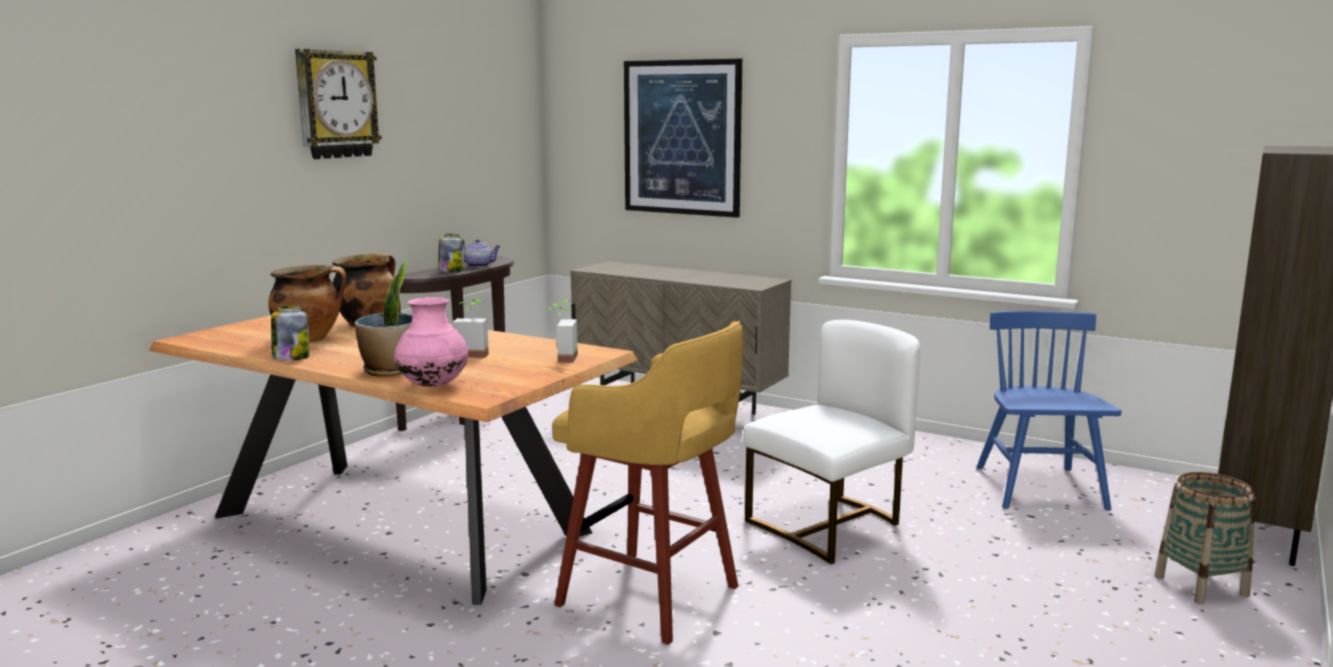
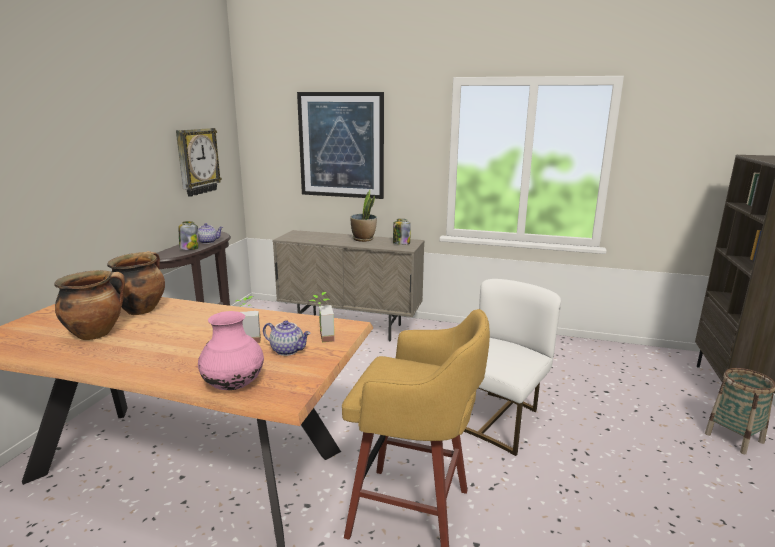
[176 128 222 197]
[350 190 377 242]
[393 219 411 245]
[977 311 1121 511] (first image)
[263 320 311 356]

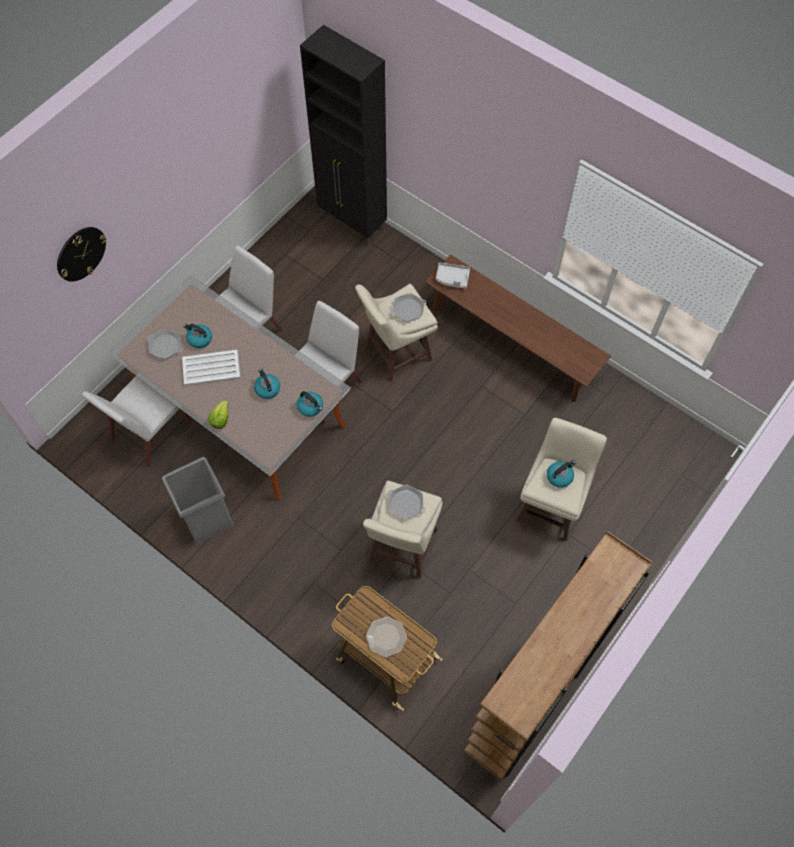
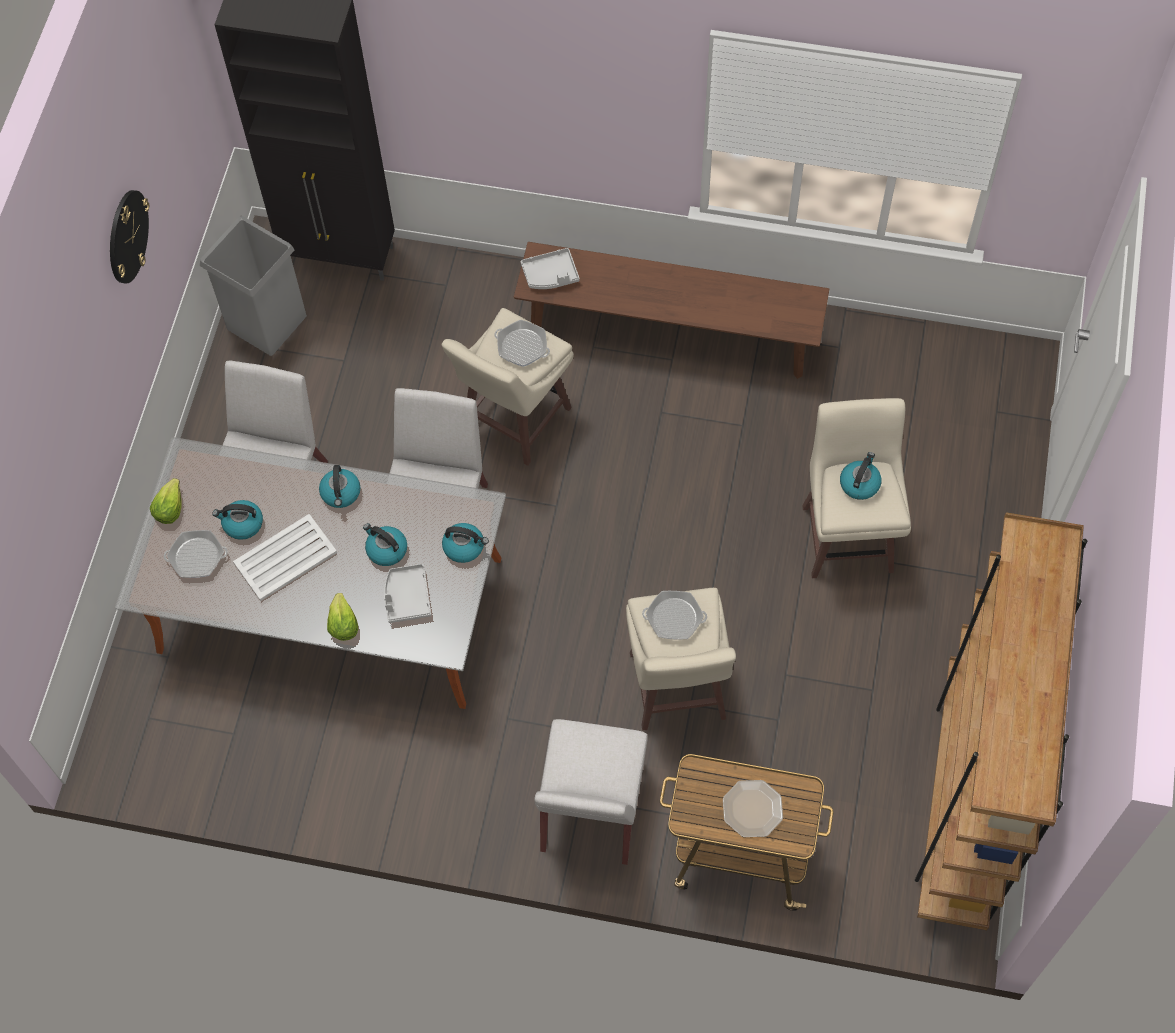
[110 190 149 284]
[494 320 550 367]
[534 719 648 865]
[200 216 307 356]
[319 465 361 508]
[150 478 182 524]
[384 564 431 623]

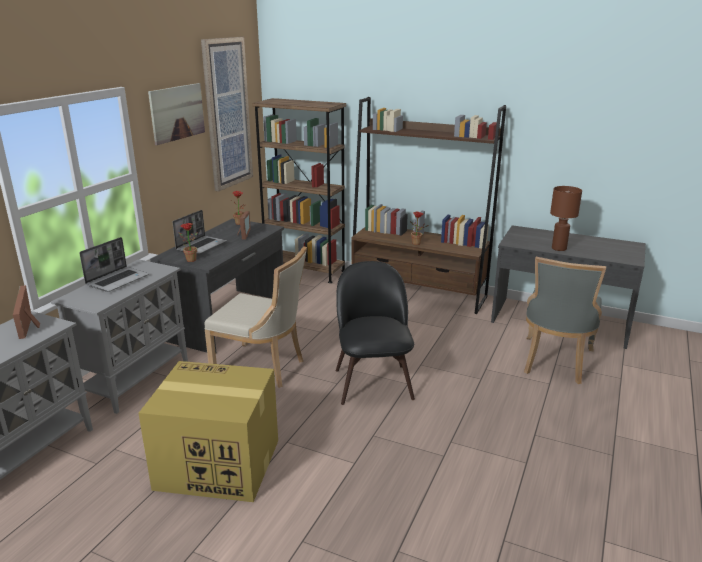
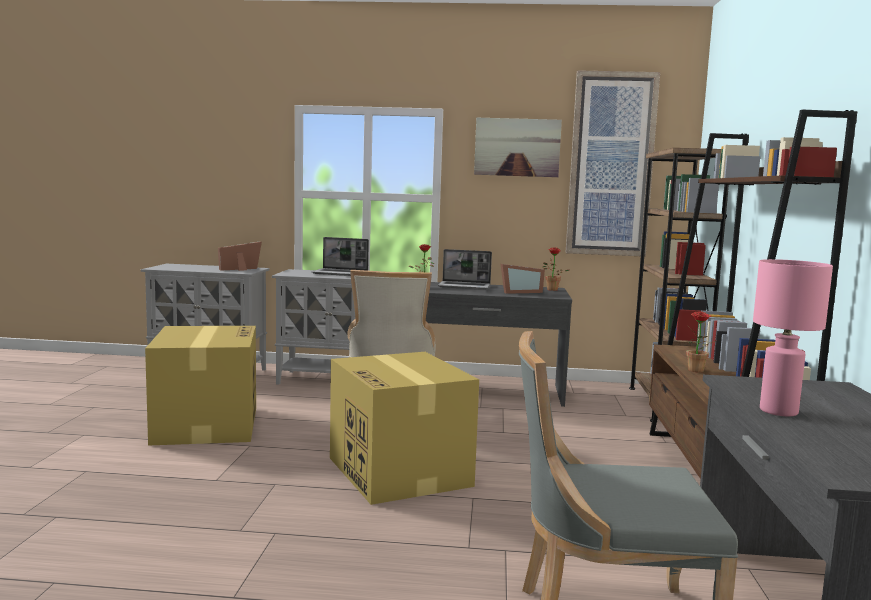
[753 259 833 416]
[330 352 479 505]

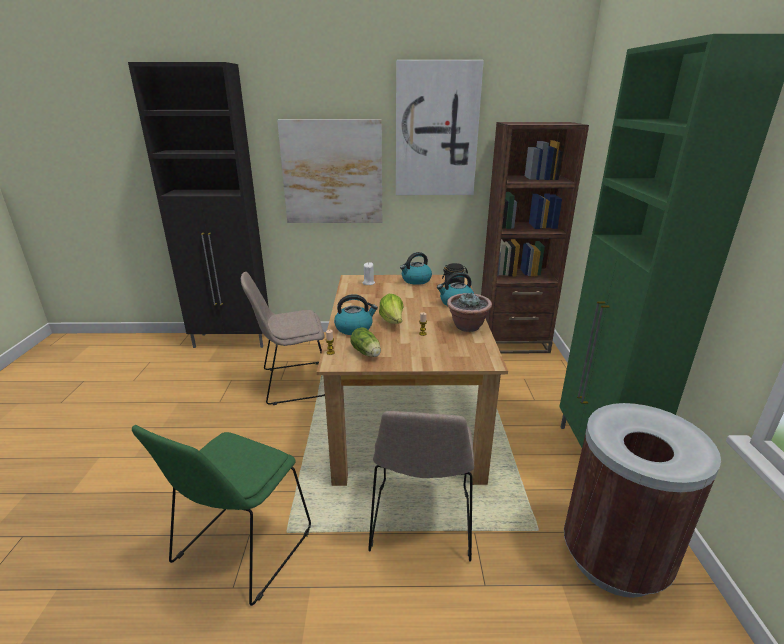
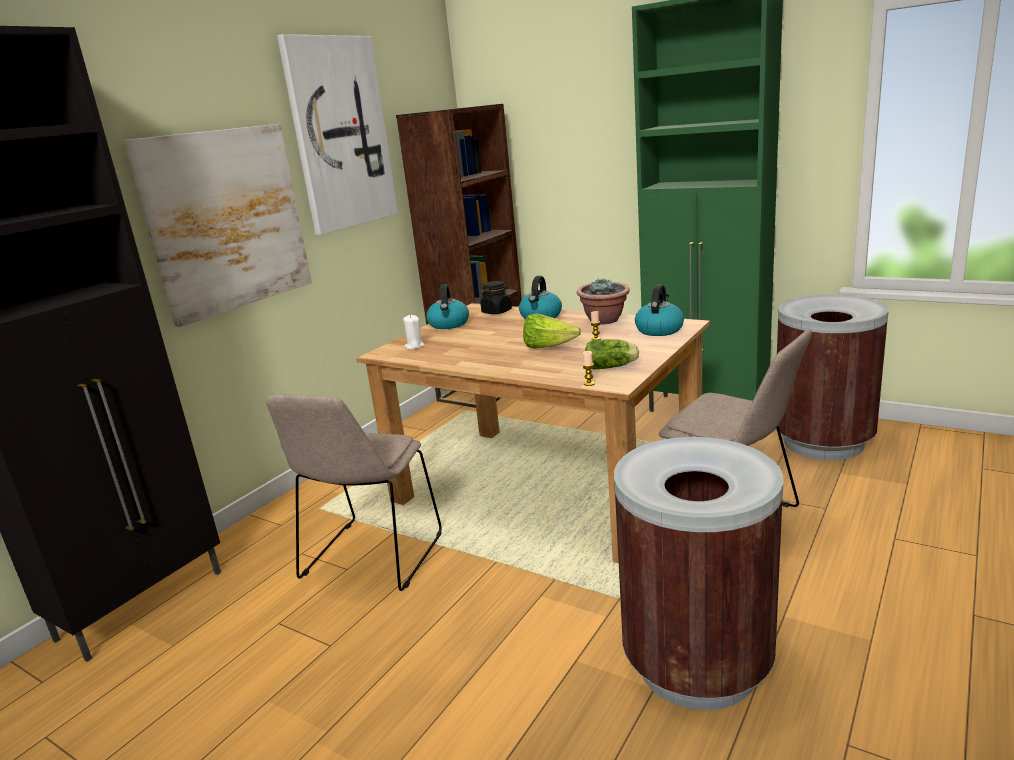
[635 285 684 336]
[614 437 783 710]

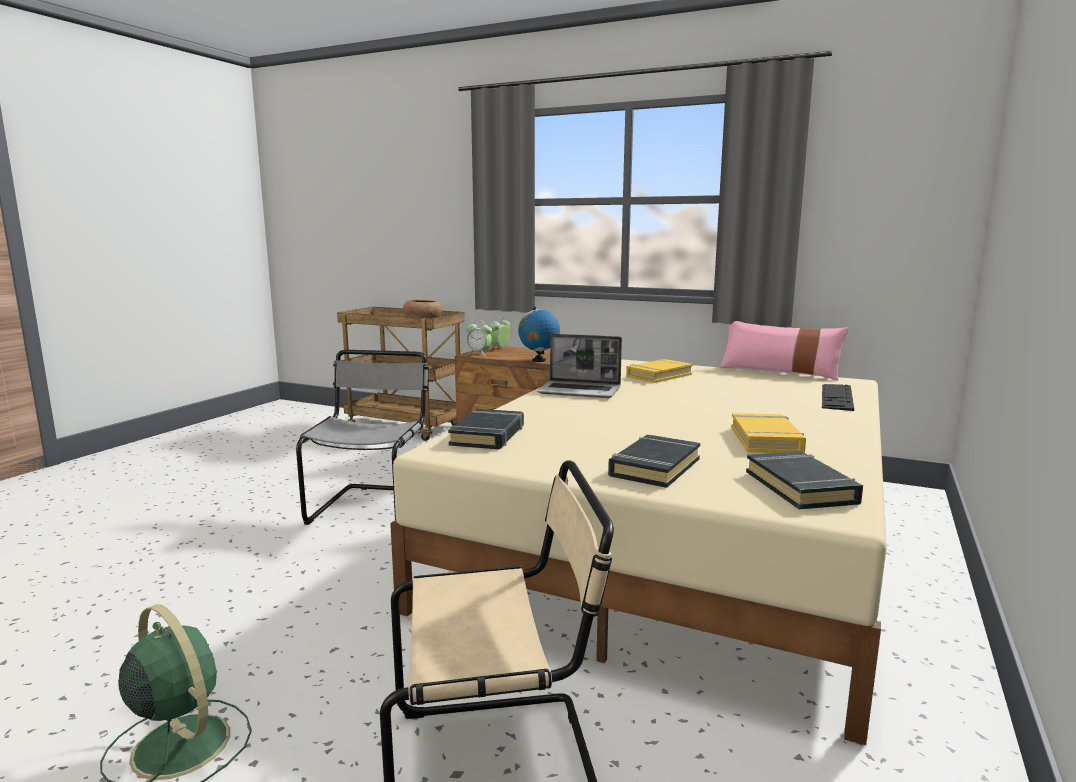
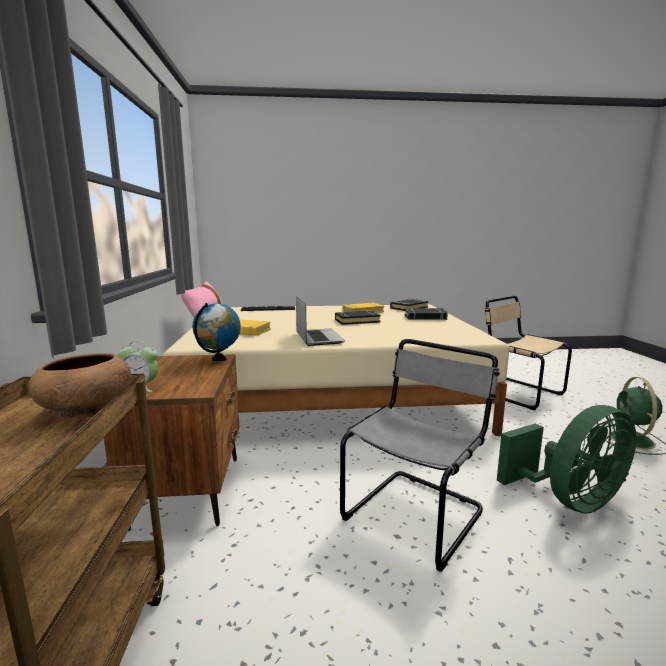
[466 320 492 356] (first image)
[340 339 500 572]
[335 311 381 325]
[497 405 636 514]

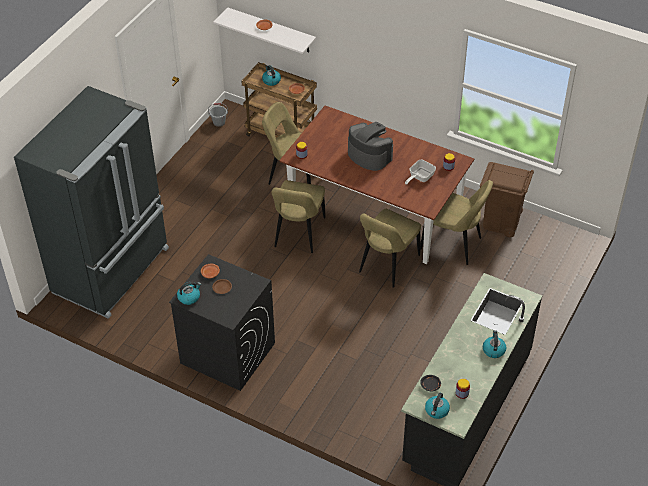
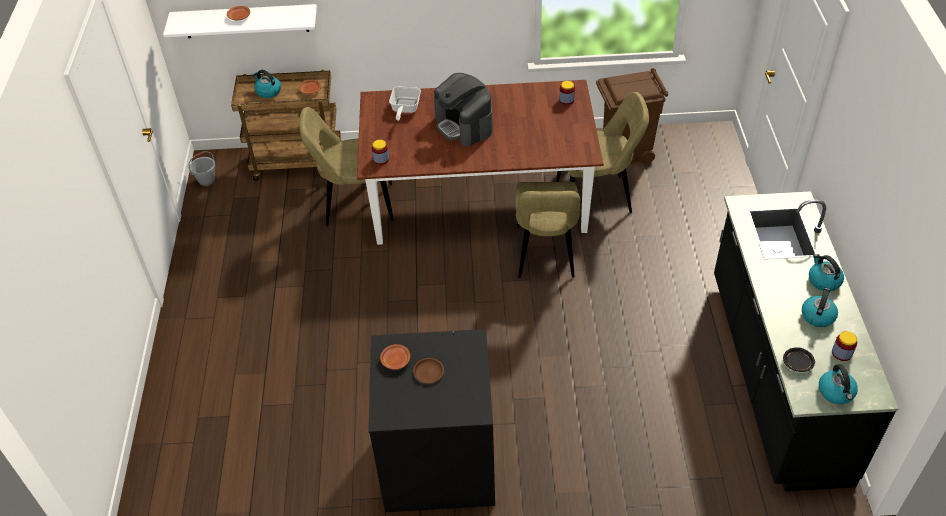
[14 86 169 319] (first image)
[434 73 493 147]
[389 87 421 121]
[271 180 325 253] (first image)
[802 288 838 327]

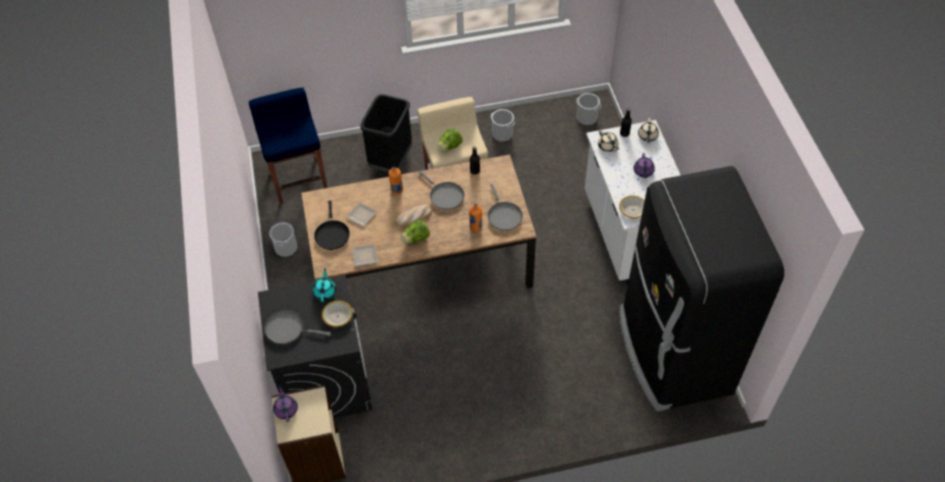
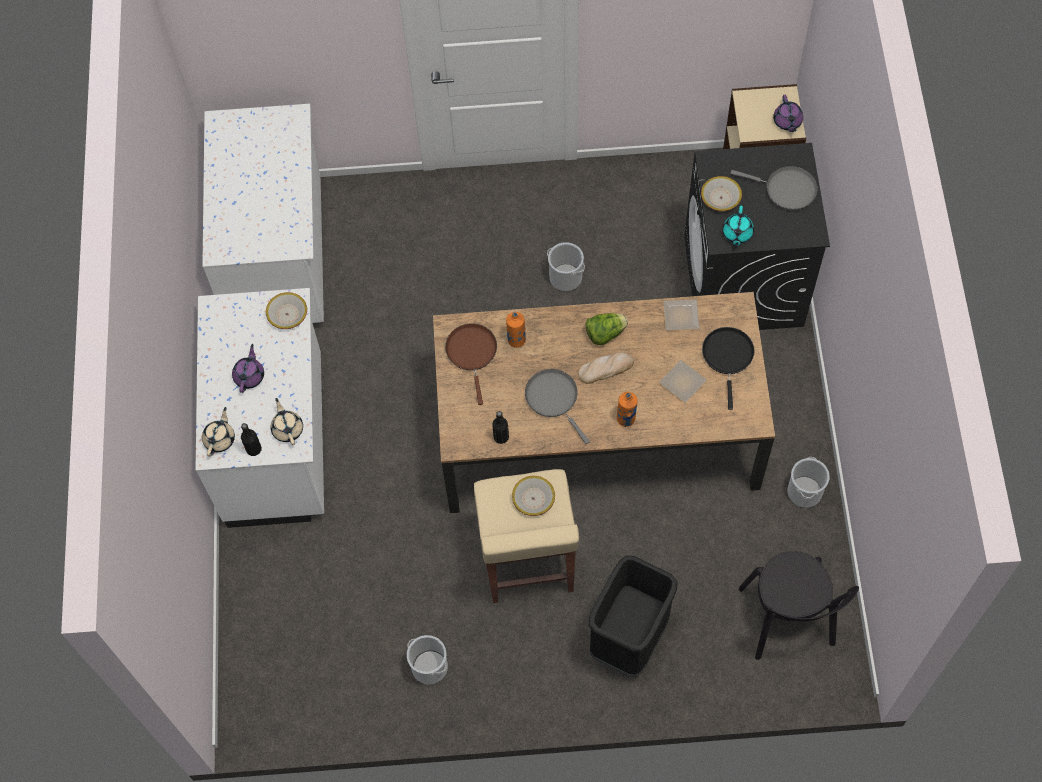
[739 551 859 660]
[547 242 585 291]
[512 476 555 516]
[202 104 324 323]
[445 323 497 405]

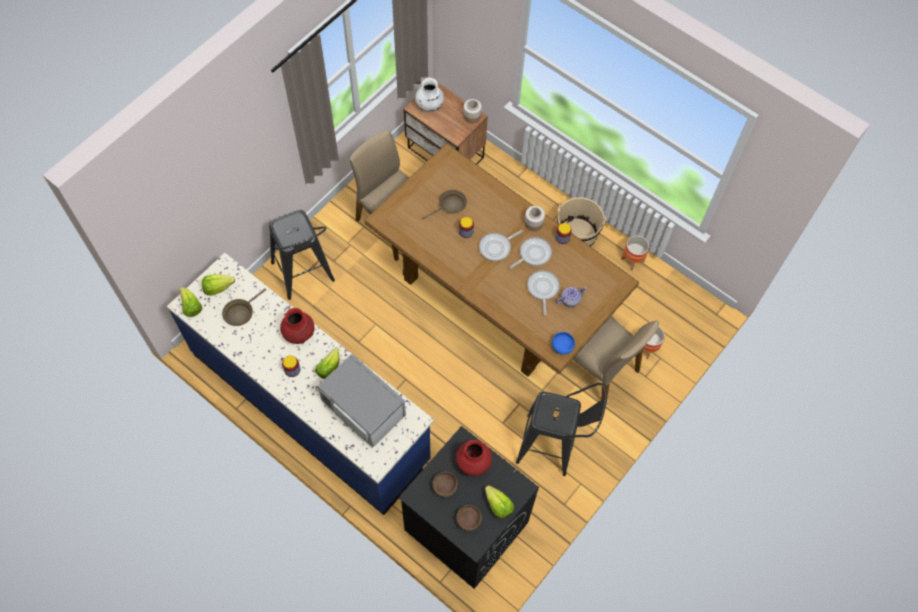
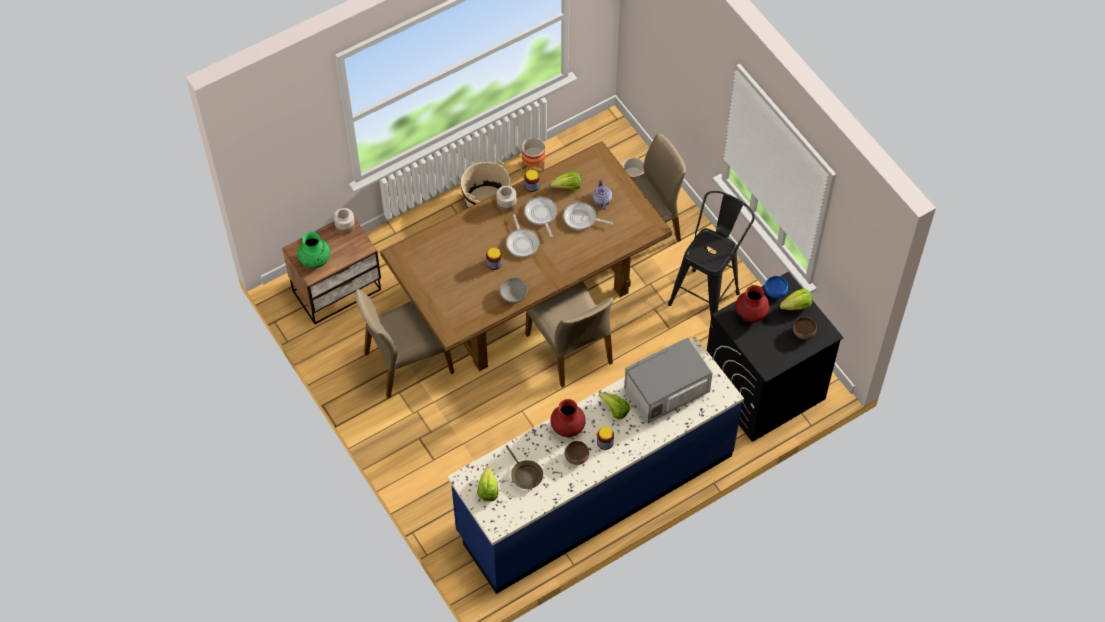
[297 232 330 268]
[422 190 467 220] (first image)
[269 210 335 300] (first image)
[549 172 581 190]
[765 276 788 298]
[565 441 589 465]
[499 278 528 303]
[525 282 613 387]

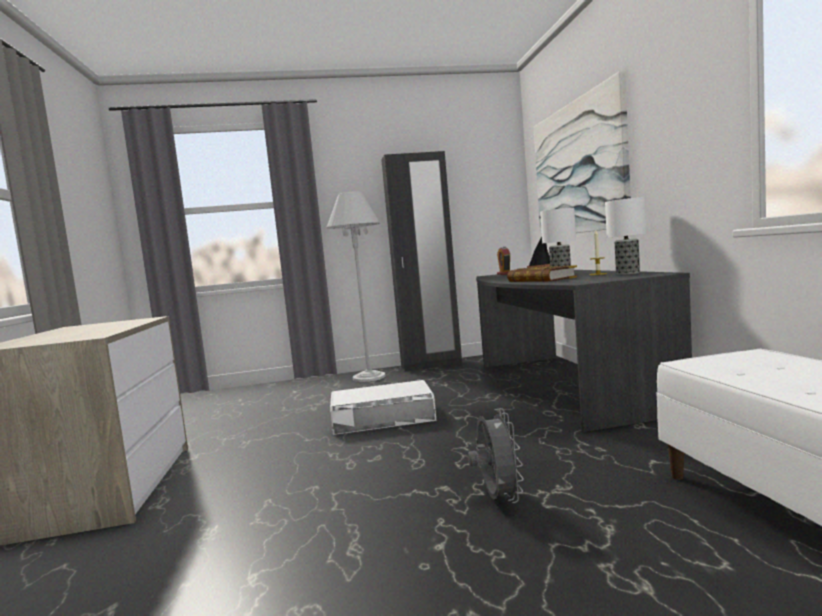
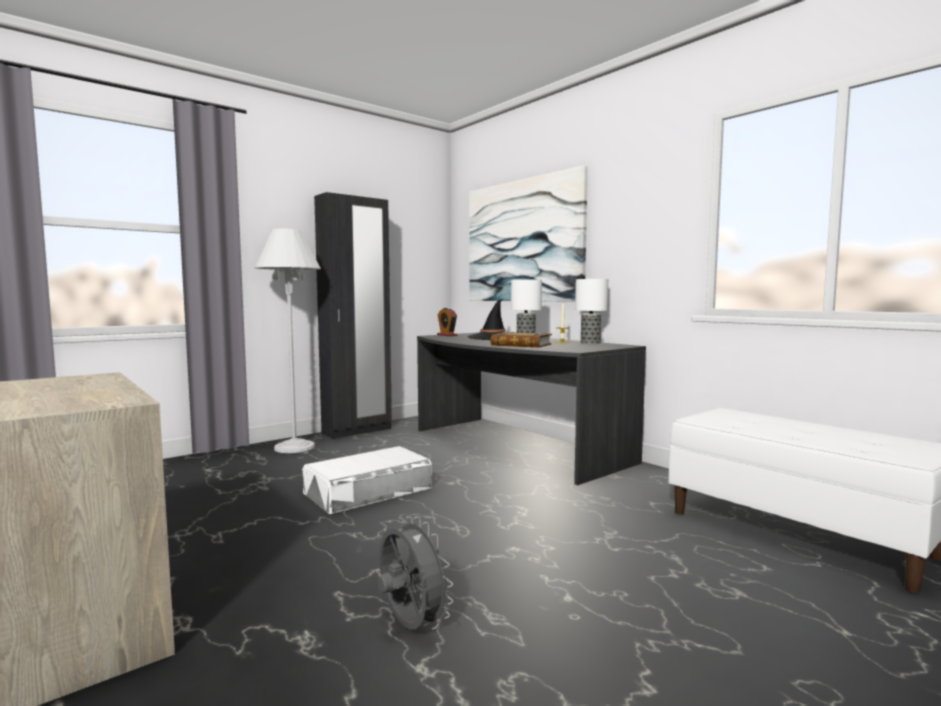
[378 516 453 630]

